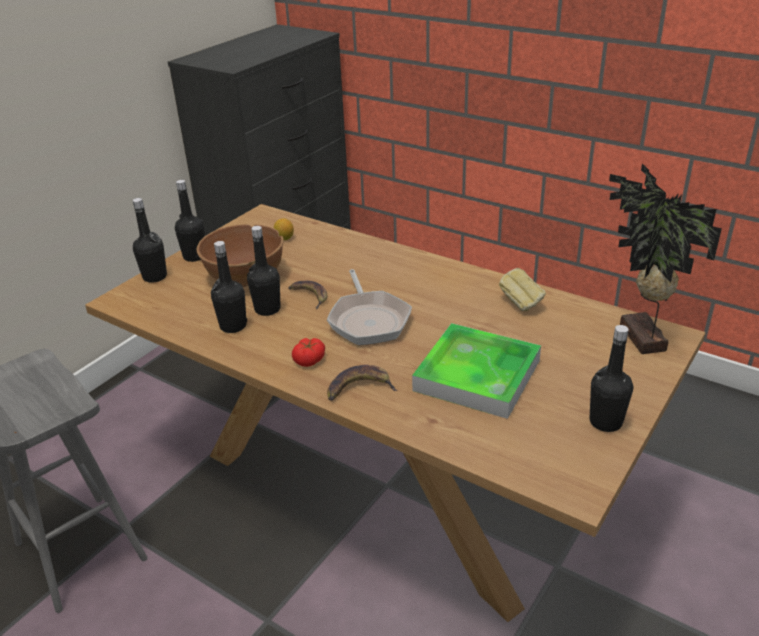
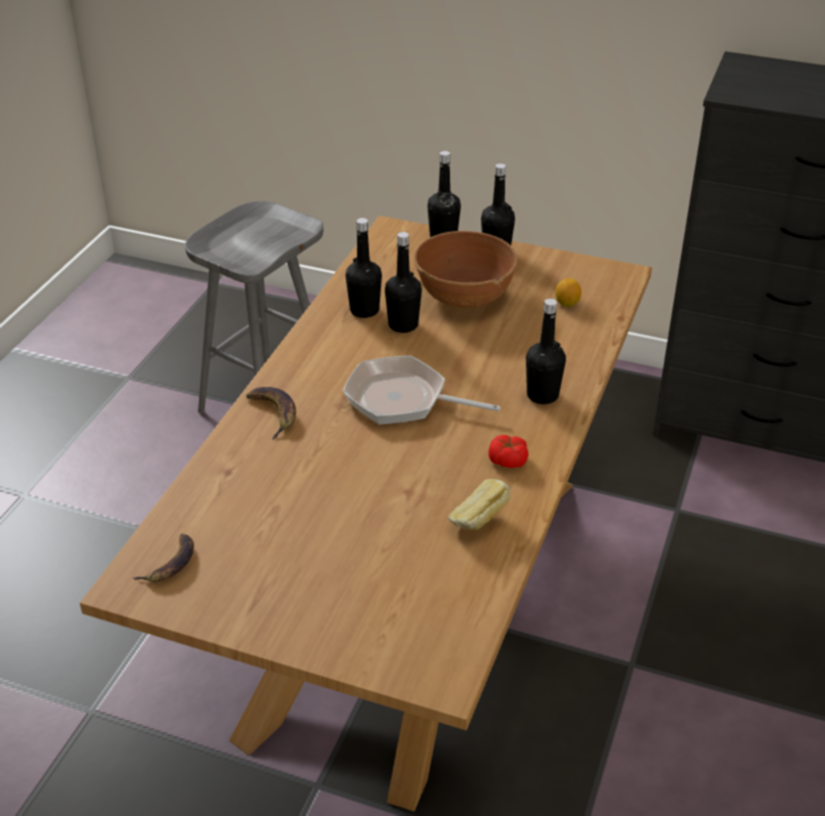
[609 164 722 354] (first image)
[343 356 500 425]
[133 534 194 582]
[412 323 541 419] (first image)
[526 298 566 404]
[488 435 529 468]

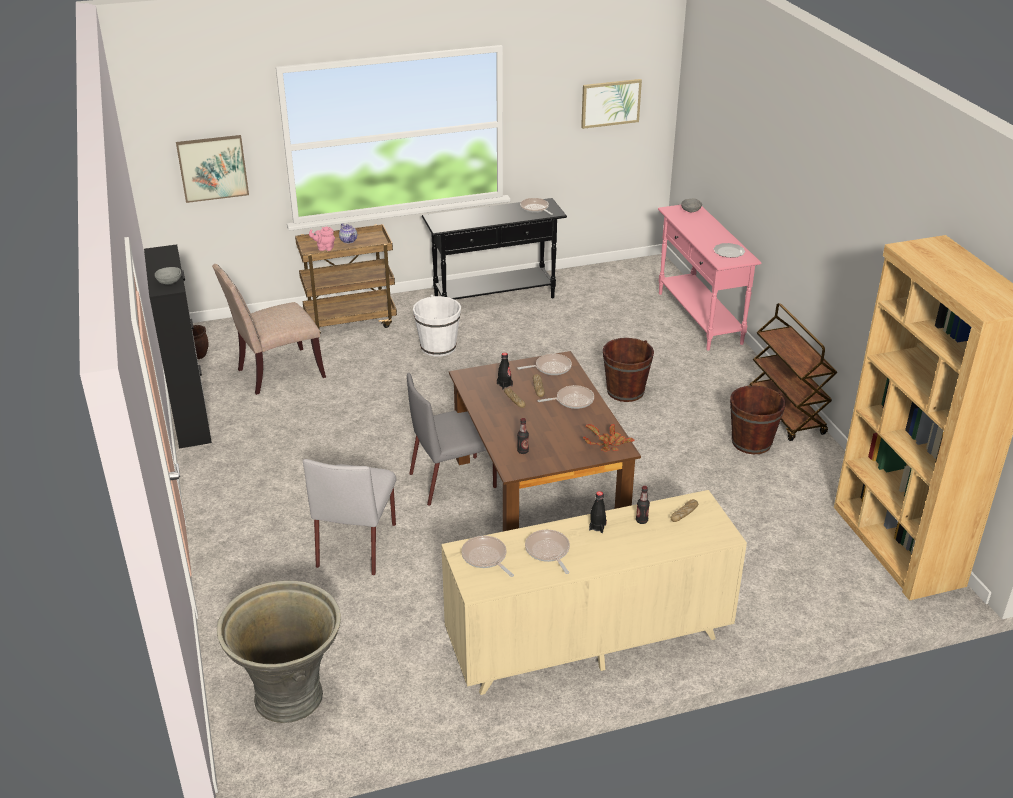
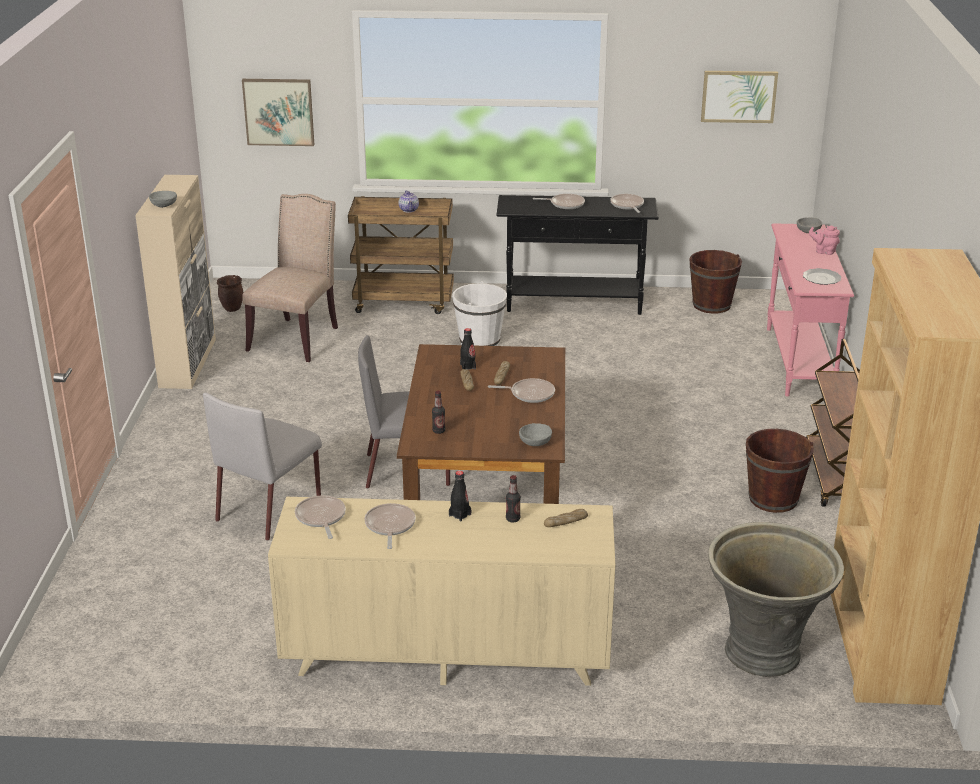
[809 226 840 255]
[135 175 216 389]
[243 194 338 362]
[689 250 742 314]
[533 194 585 209]
[519 423 552 446]
[708 522 844 677]

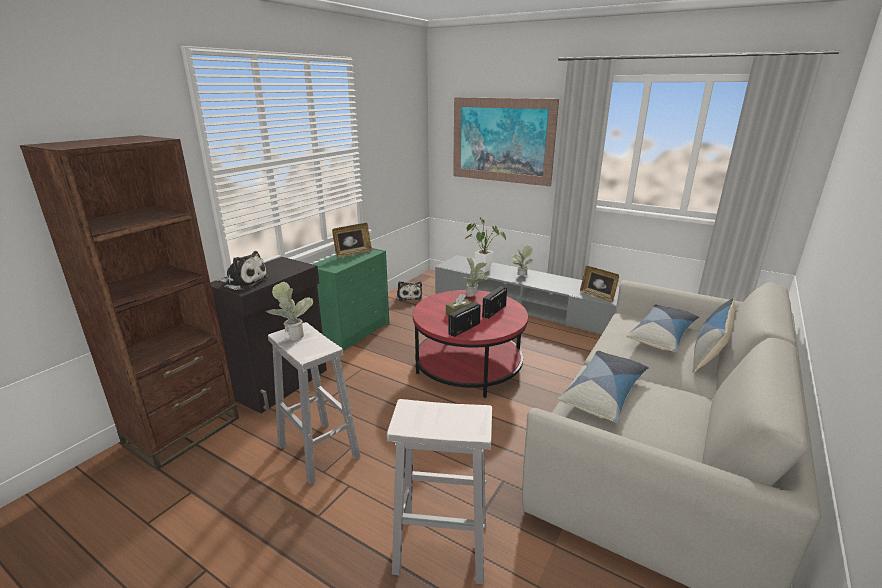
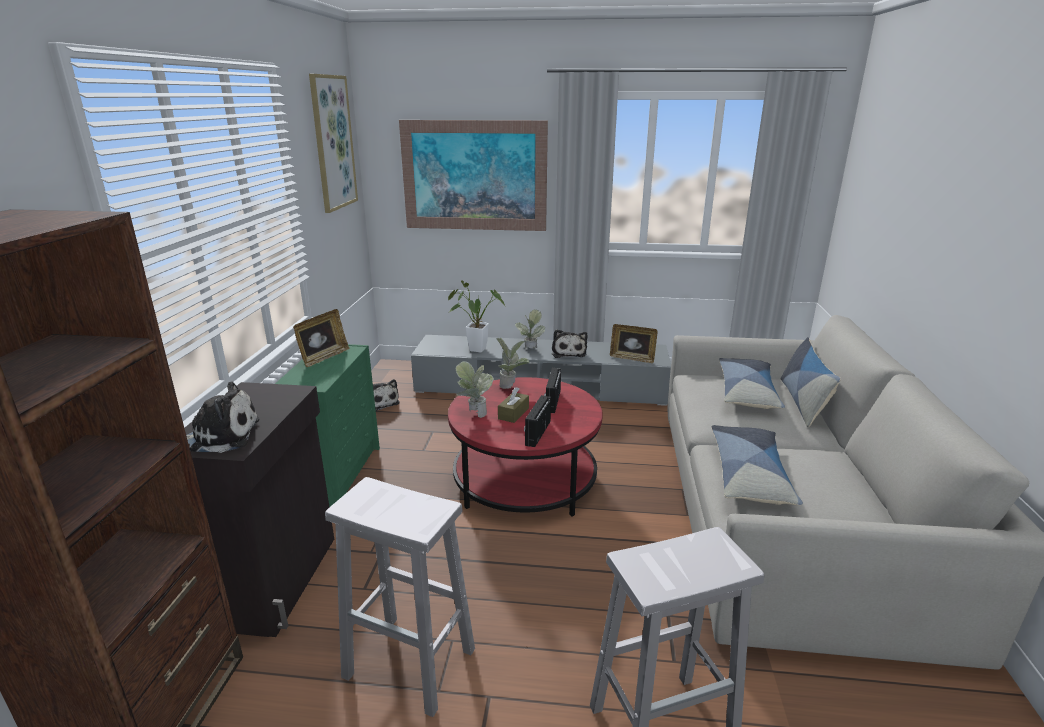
[456 361 494 418]
[309 74 358 213]
[552 329 587 358]

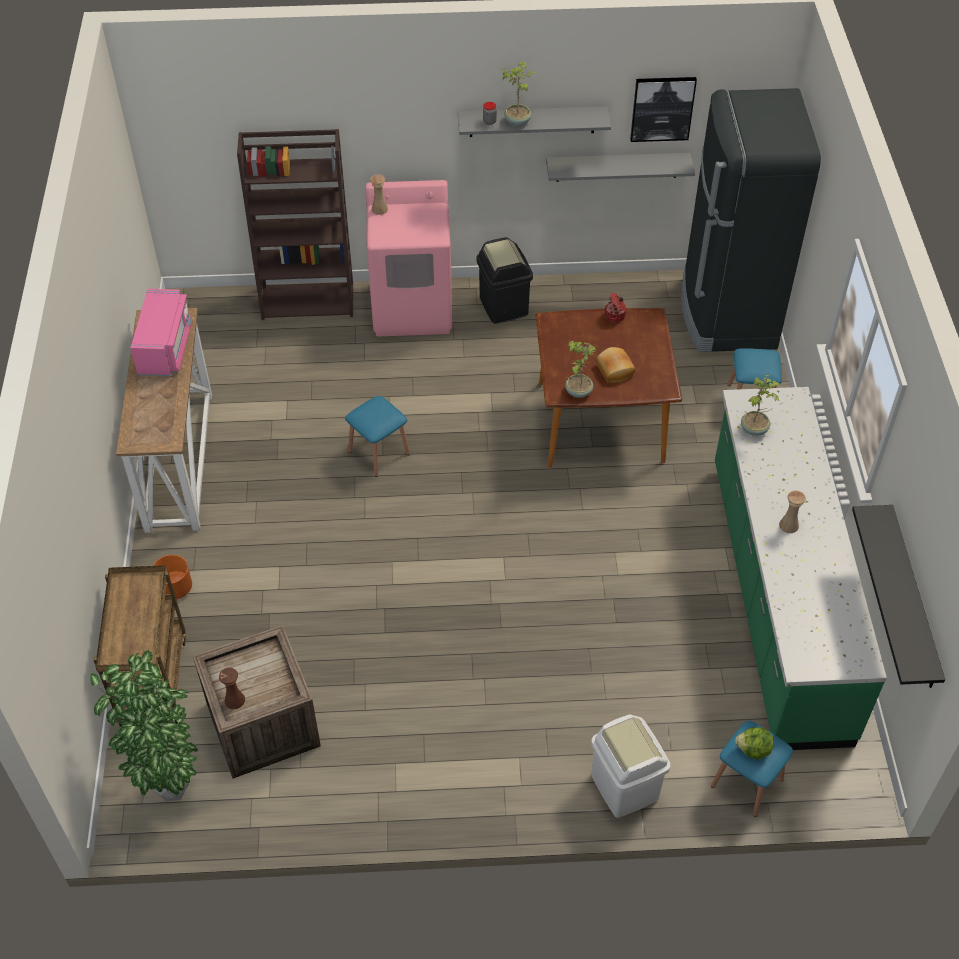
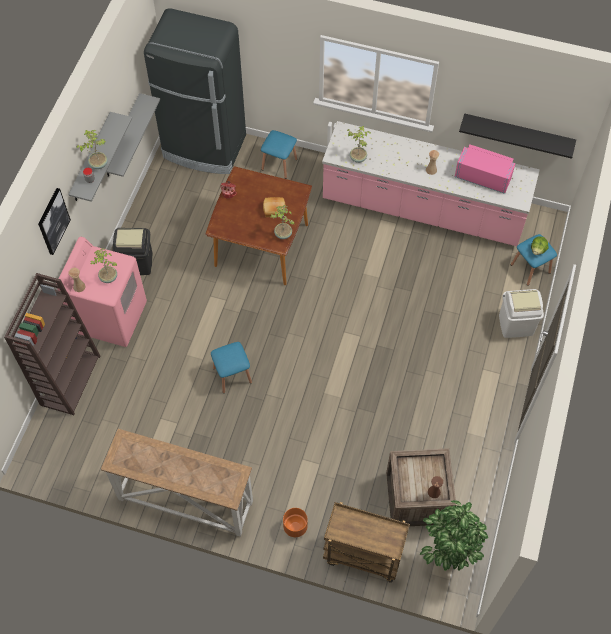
[38 188 71 255]
[455 145 515 194]
[322 121 540 246]
[91 248 117 283]

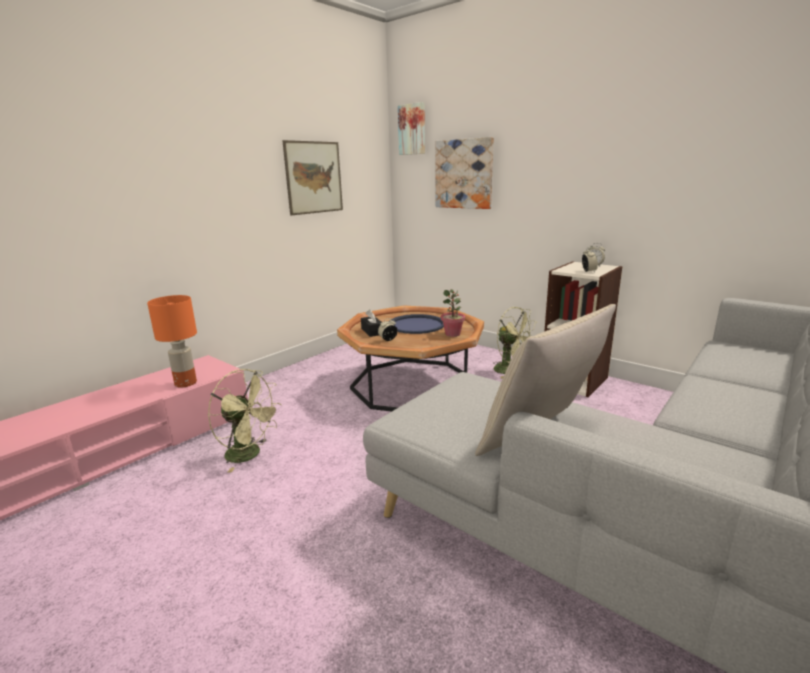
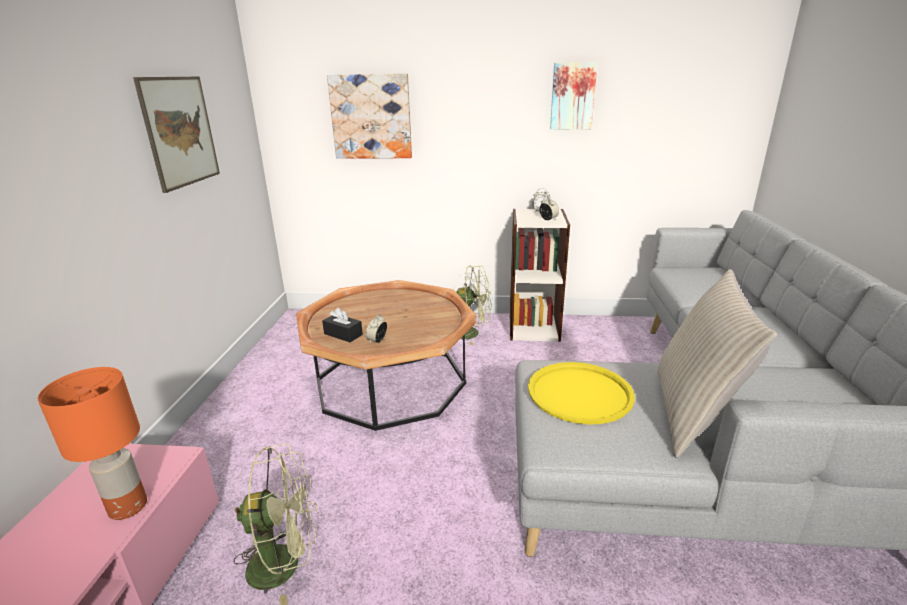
[550 62 598 130]
[441 289 465 337] (first image)
[389 314 444 334] (first image)
[528 362 635 425]

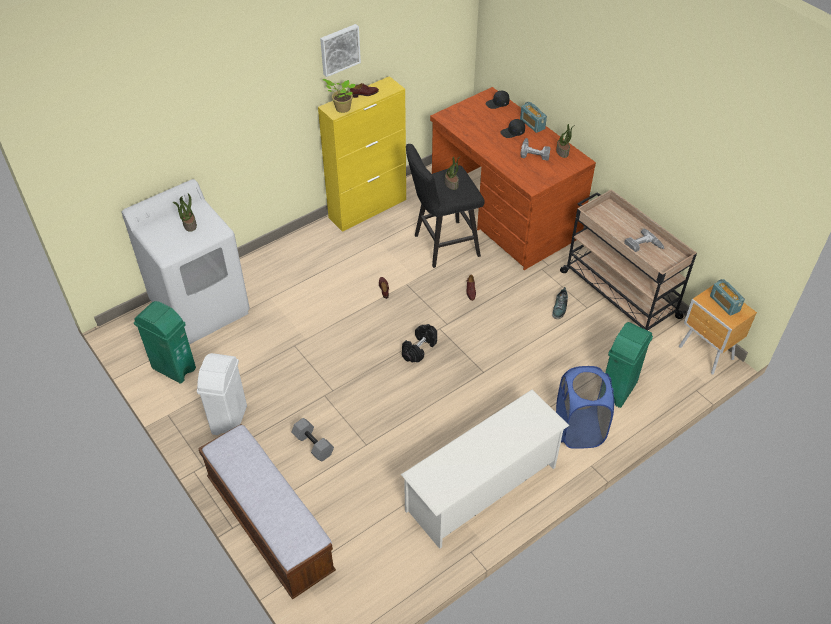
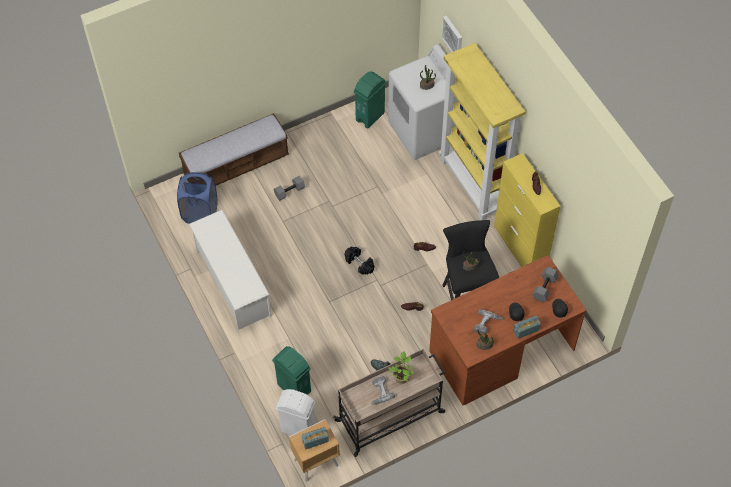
[442 16 462 52]
[388 351 413 384]
[276 389 316 435]
[177 172 217 224]
[439 43 526 220]
[532 267 559 302]

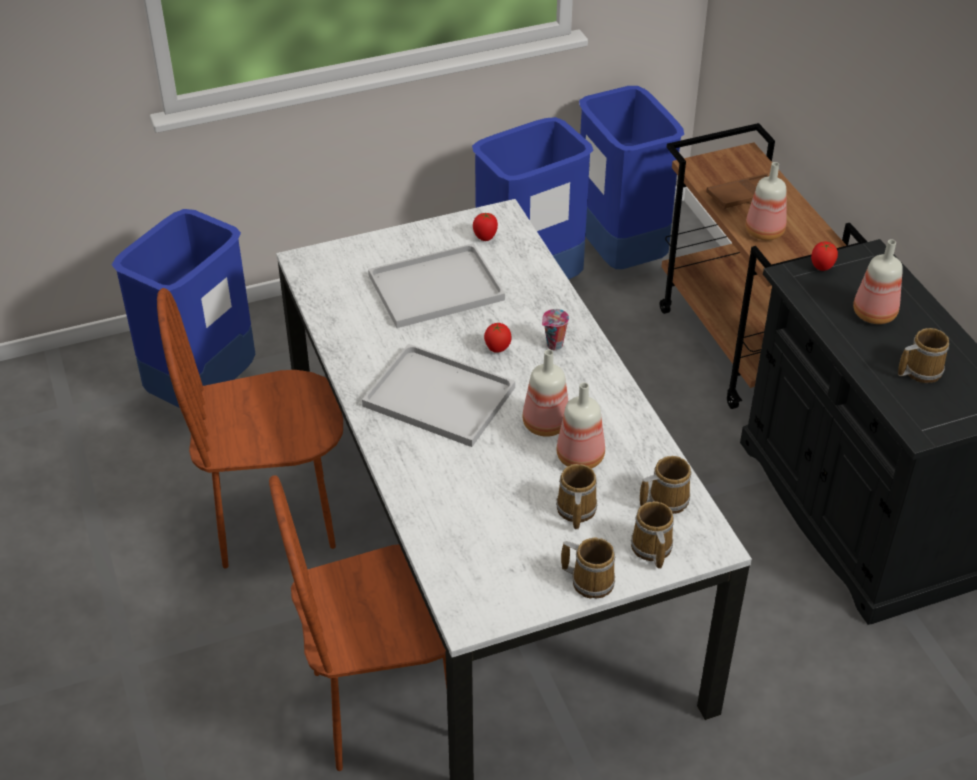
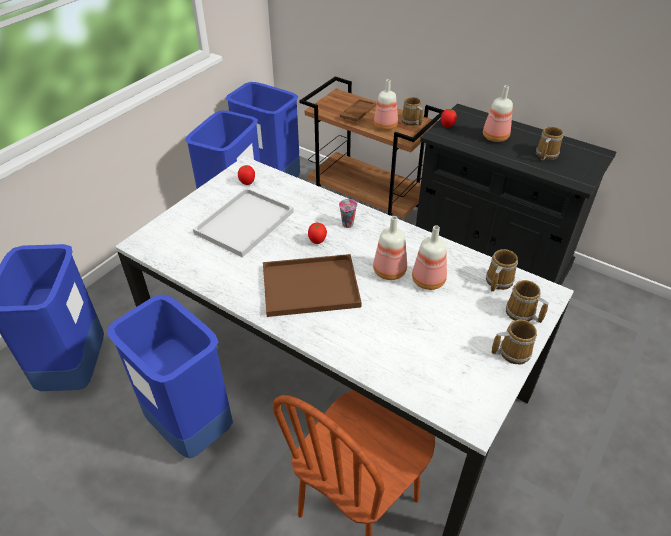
[107 294 233 458]
[263 254 362 317]
[401 97 423 126]

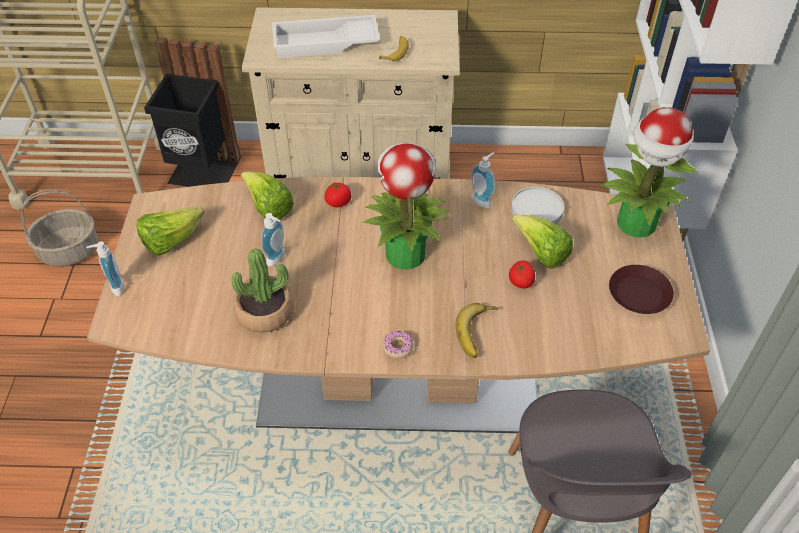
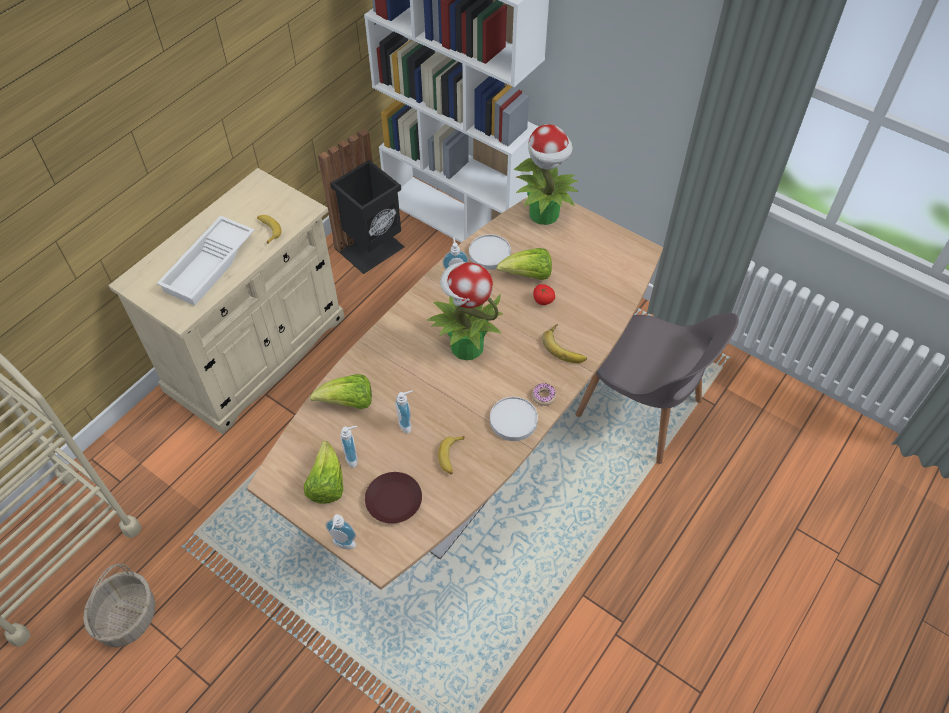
[318 129 405 274]
[324 183 352 207] (first image)
[438 436 465 475]
[365 472 422 524]
[490 397 538 441]
[341 426 358 468]

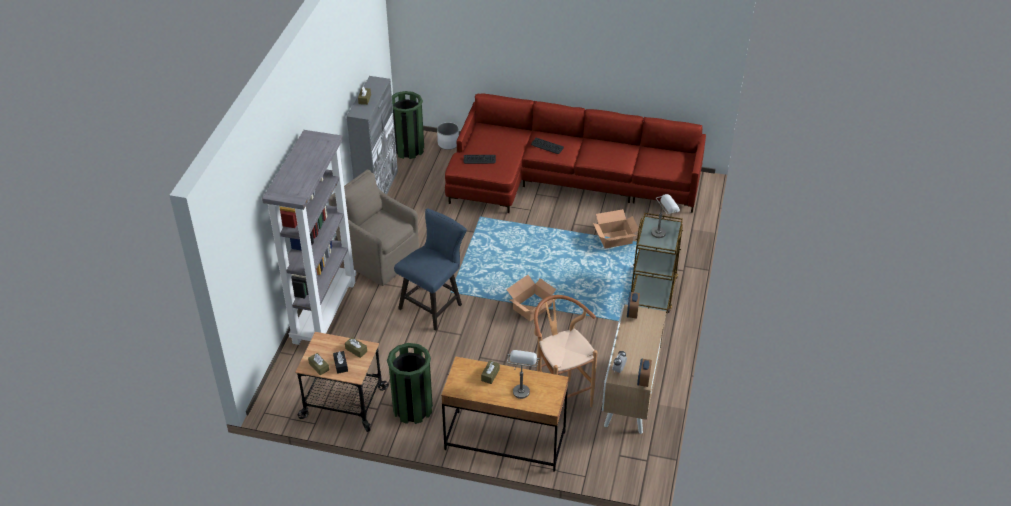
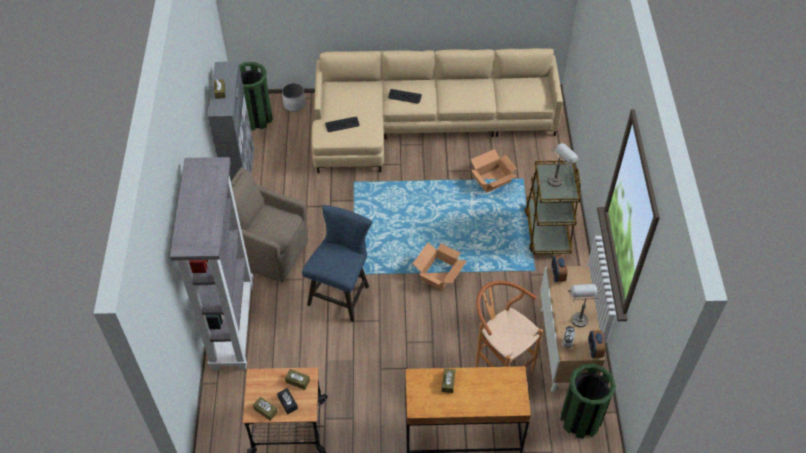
[311 48 563 173]
[561 364 616 439]
[568 284 600 327]

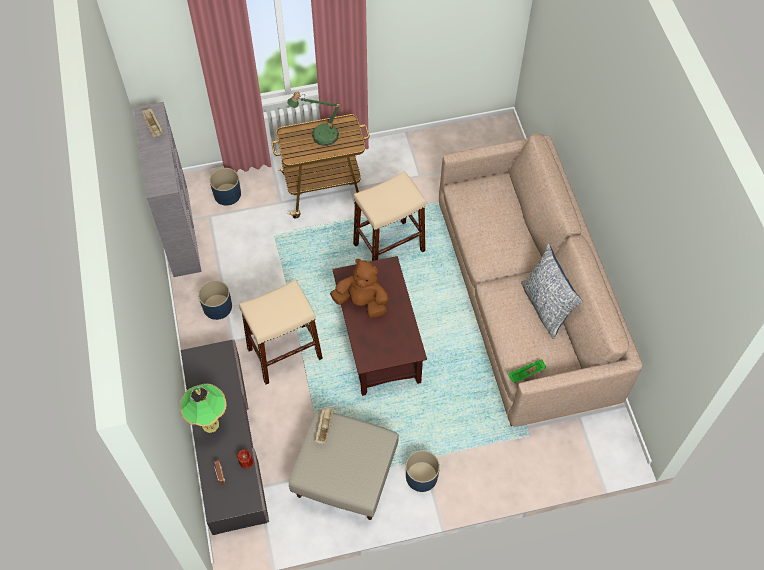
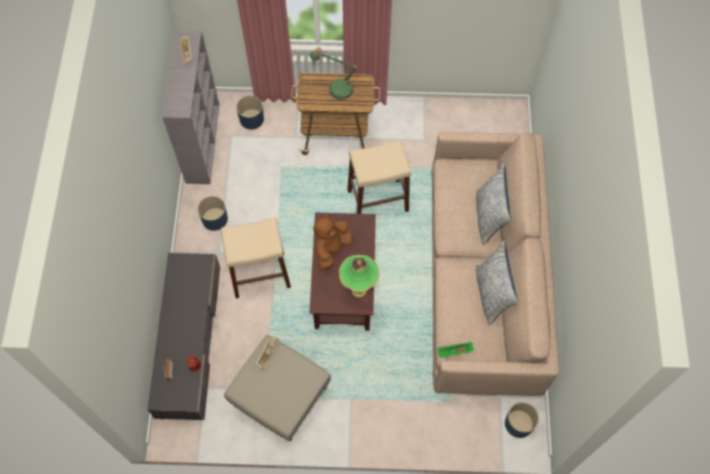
[313 214 353 270]
[339 255 379 297]
[505 402 539 438]
[476 164 511 245]

